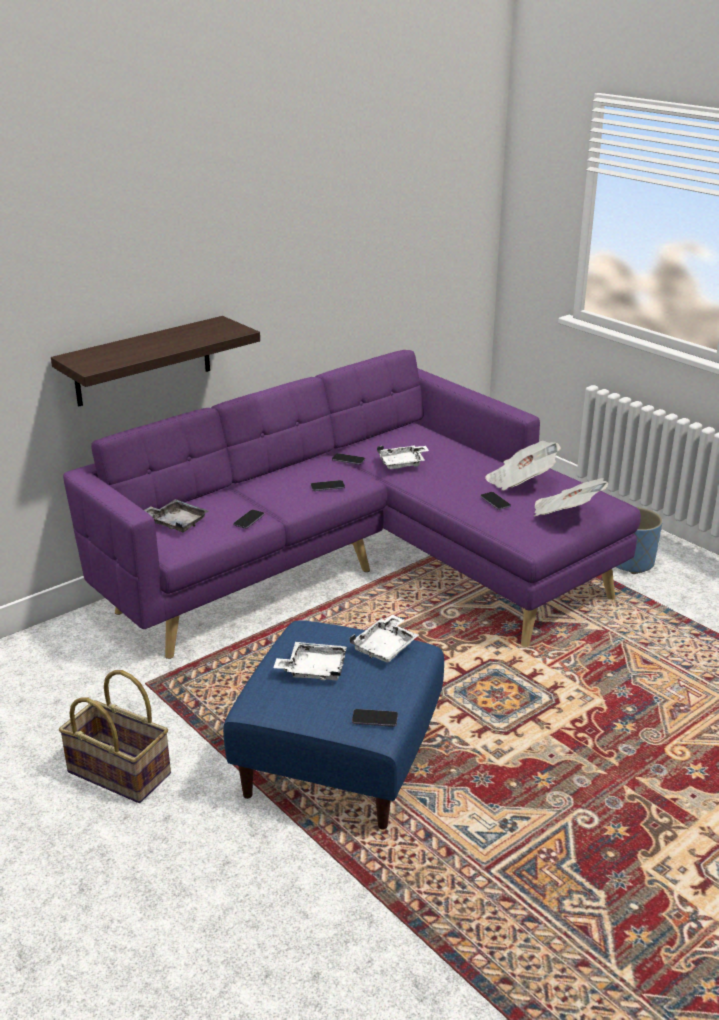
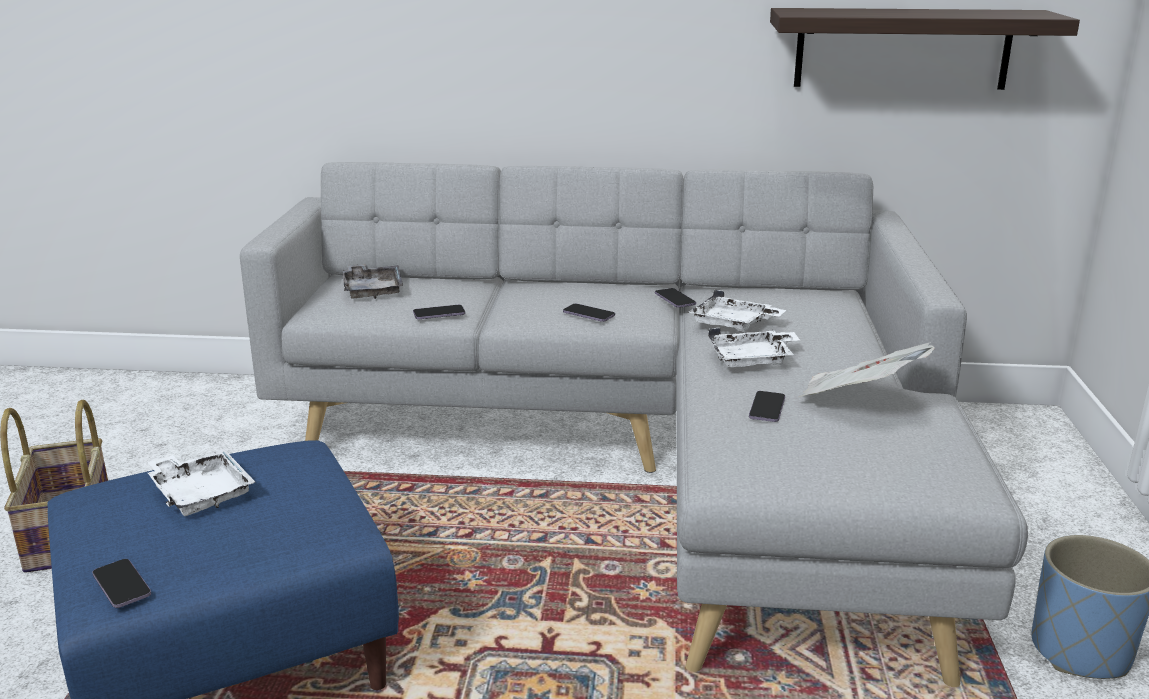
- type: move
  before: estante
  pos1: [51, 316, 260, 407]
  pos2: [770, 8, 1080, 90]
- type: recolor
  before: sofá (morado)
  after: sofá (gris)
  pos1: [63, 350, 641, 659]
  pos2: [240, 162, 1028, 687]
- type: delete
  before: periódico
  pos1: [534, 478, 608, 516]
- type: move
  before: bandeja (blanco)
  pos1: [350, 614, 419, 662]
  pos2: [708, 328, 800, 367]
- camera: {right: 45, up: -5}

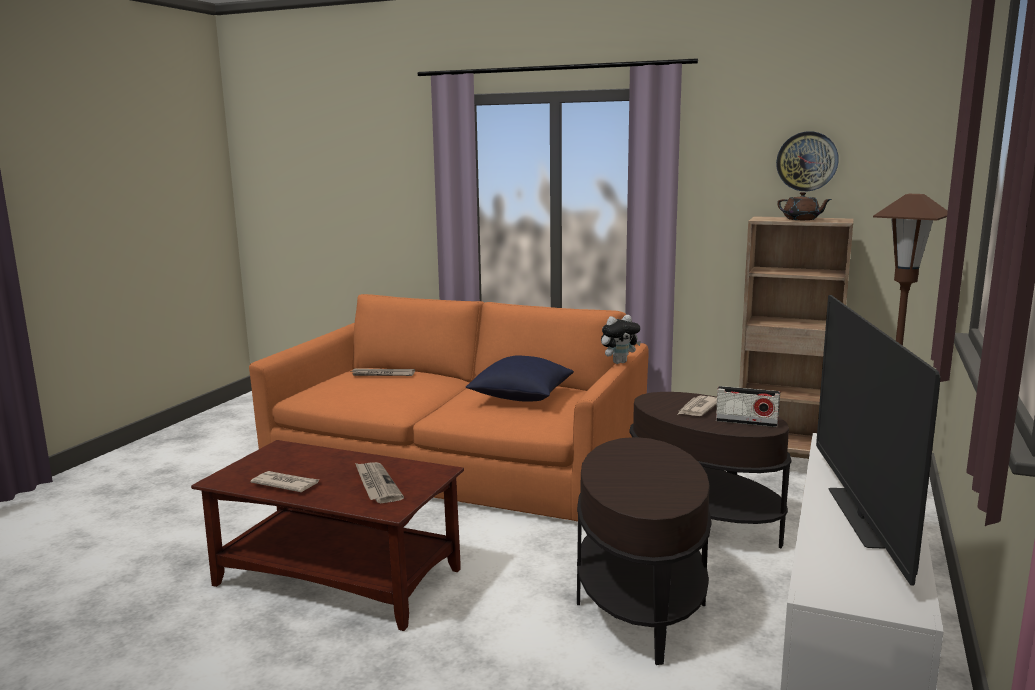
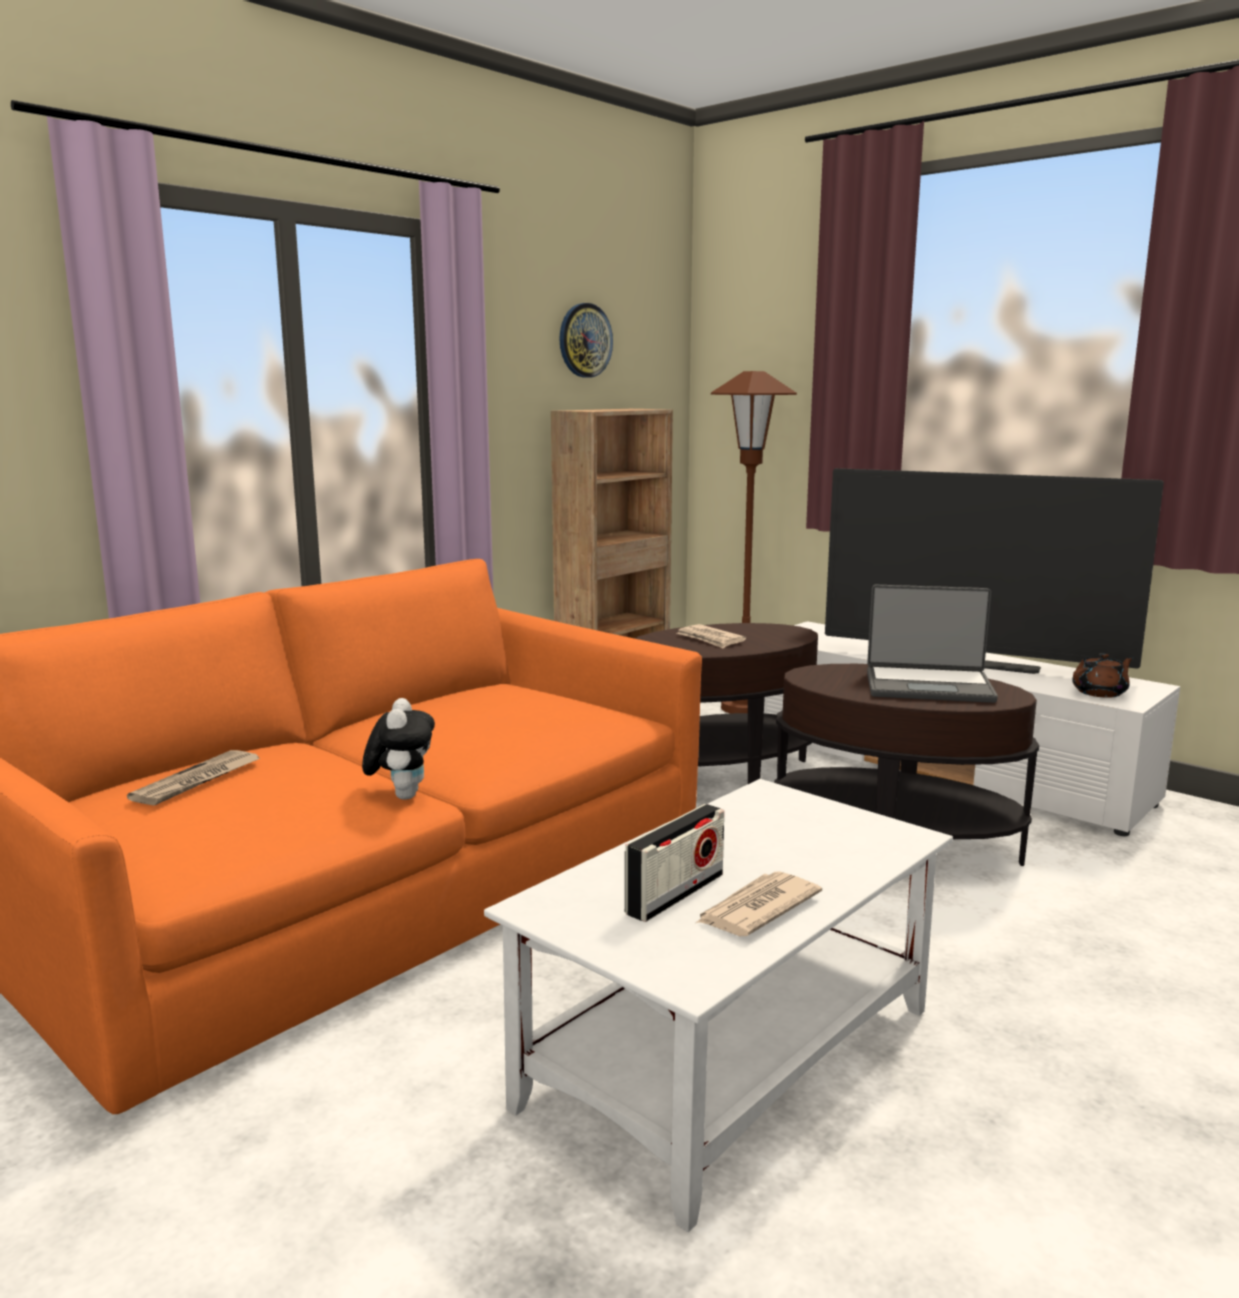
- type: move
  before: tetera (marrón)
  pos1: [777, 192, 832, 220]
  pos2: [1072, 653, 1134, 698]
- type: move
  before: peluche
  pos1: [601, 315, 641, 364]
  pos2: [362, 698, 435, 800]
- type: delete
  before: cojín (azul)
  pos1: [466, 356, 574, 402]
- type: move
  before: radio
  pos1: [716, 386, 780, 427]
  pos2: [625, 804, 724, 922]
- type: recolor
  before: mesa de centro (marrón)
  after: mesa de centro (blanco)
  pos1: [191, 440, 464, 631]
  pos2: [484, 779, 953, 1232]
- type: delete
  before: periódico
  pos1: [355, 462, 404, 503]
- type: insert
  after: portátil
  pos2: [867, 585, 998, 703]
- camera: {right: -70, up: 0}

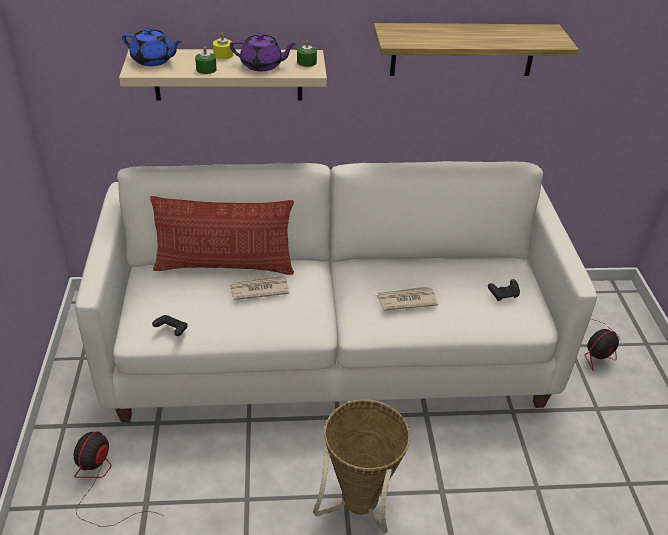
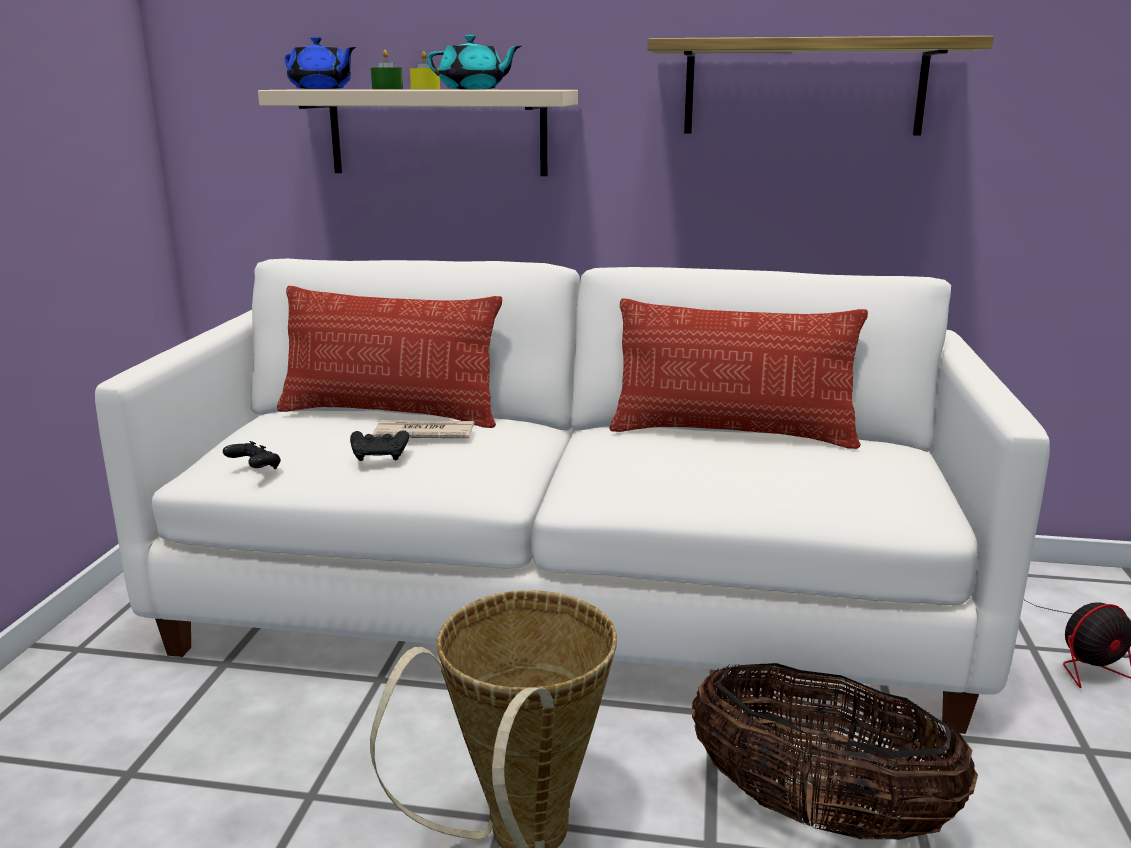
- type: recolor
  before: tetera (morado)
  after: tetera (turquesa)
  pos1: [230, 33, 297, 71]
  pos2: [427, 35, 521, 89]
- type: delete
  before: vela (verde)
  pos1: [297, 40, 317, 67]
- type: move
  before: mando de consola (negro)
  pos1: [488, 279, 520, 301]
  pos2: [350, 430, 409, 461]
- type: delete
  before: periódico
  pos1: [376, 286, 438, 310]
- type: delete
  before: ventilador
  pos1: [74, 431, 161, 527]
- type: insert
  after: cojín
  pos2: [609, 298, 868, 449]
- type: insert
  after: cesta
  pos2: [691, 663, 978, 840]
- camera: {right: 15, up: -20}

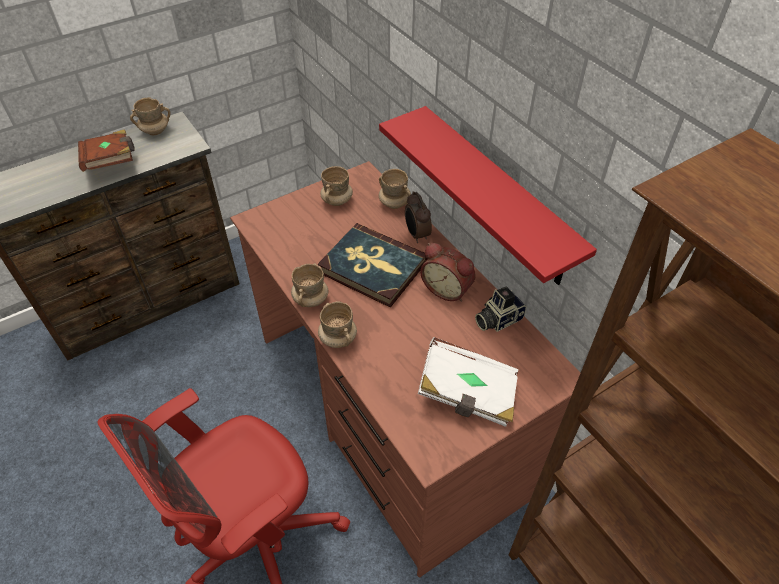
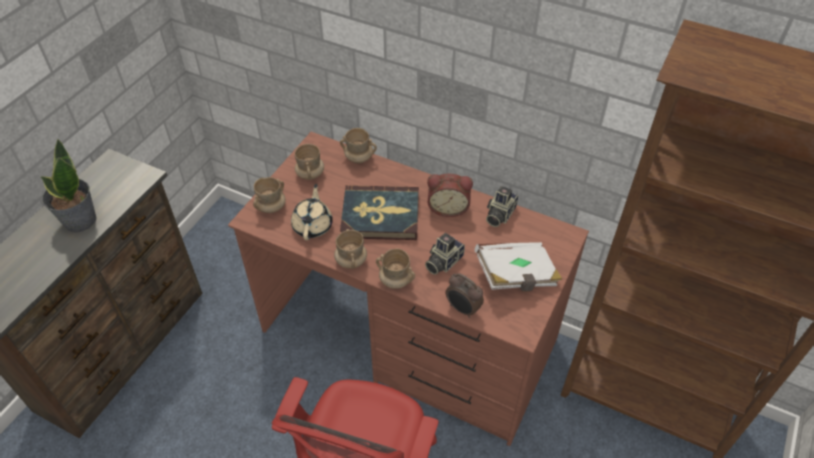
- type: move
  before: taza grande (beis)
  pos1: [130, 97, 170, 135]
  pos2: [253, 177, 286, 213]
- type: delete
  before: estante (rojo)
  pos1: [379, 106, 597, 285]
- type: replace
  before: libro (marrón)
  after: planta en maceta
  pos1: [78, 130, 135, 172]
  pos2: [40, 139, 97, 232]
- type: move
  before: despertador
  pos1: [405, 191, 432, 243]
  pos2: [446, 273, 484, 318]
- type: insert
  after: tetera (beis)
  pos2: [291, 184, 333, 240]
- type: insert
  after: cámara
  pos2: [425, 233, 465, 275]
- camera: {right: -30, up: 0}

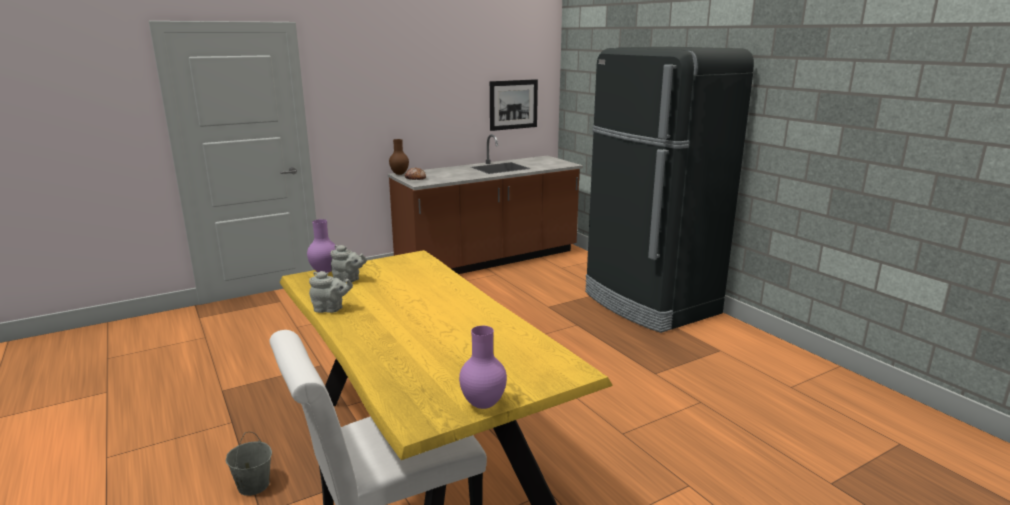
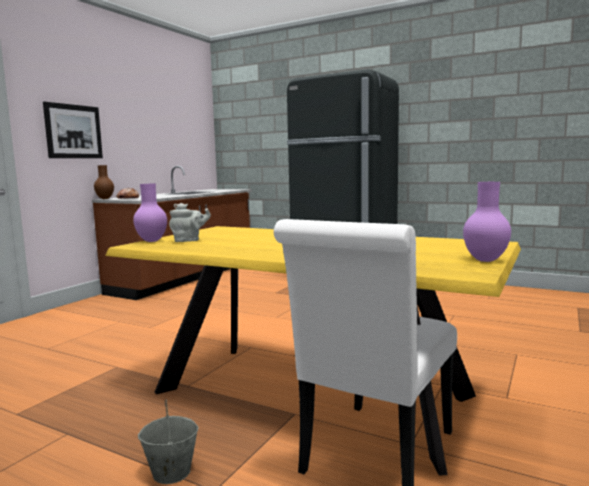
- type: move
  before: cuadro
  pos1: [490, 79, 538, 131]
  pos2: [43, 101, 103, 158]
- type: delete
  before: tetera (gris)
  pos1: [309, 271, 353, 313]
- camera: {right: -30, up: -10}

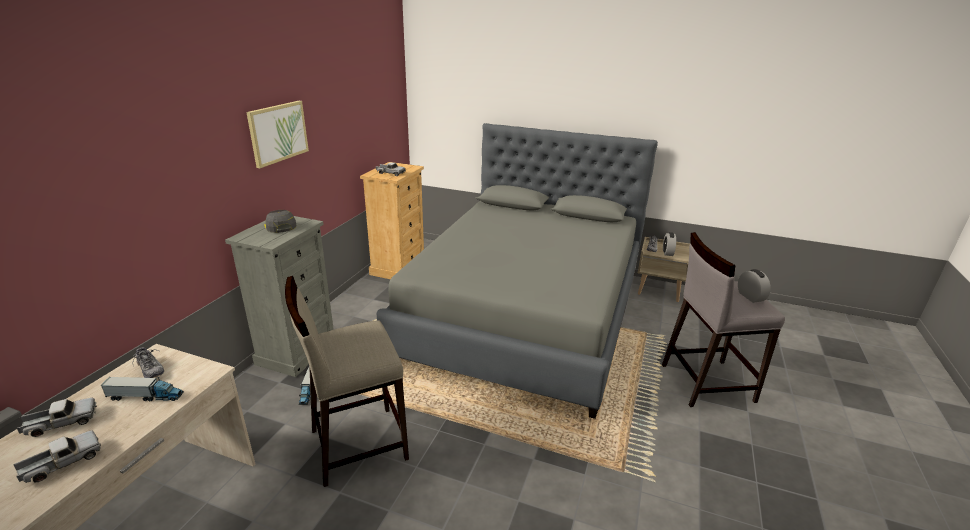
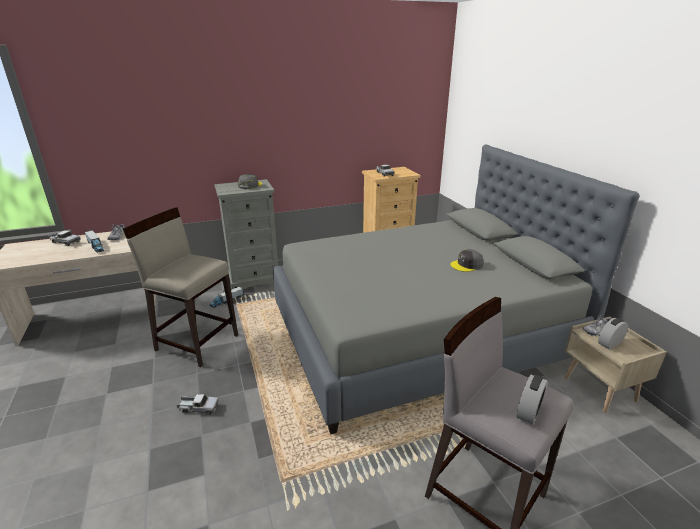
- type: delete
  before: cuadro
  pos1: [246, 101, 309, 168]
- type: move
  before: camión de juguete
  pos1: [14, 430, 101, 483]
  pos2: [177, 394, 219, 415]
- type: insert
  after: gorra (gris)
  pos2: [450, 249, 484, 272]
- camera: {right: 50, up: 0}

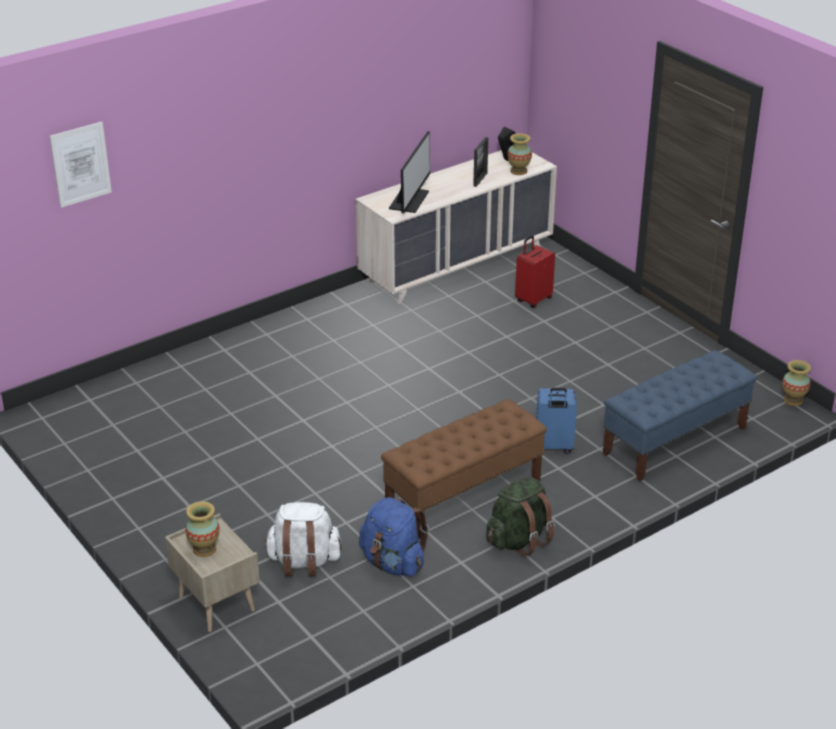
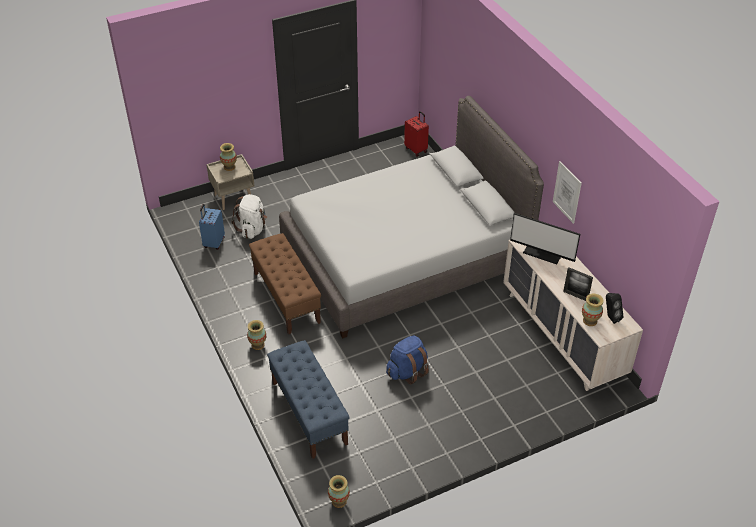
- type: move
  before: cuadro
  pos1: [50, 122, 112, 208]
  pos2: [553, 161, 582, 224]
- type: move
  before: maleta (rojo)
  pos1: [515, 236, 555, 308]
  pos2: [404, 111, 429, 157]
- type: move
  before: maleta (azul)
  pos1: [536, 388, 577, 454]
  pos2: [199, 204, 225, 250]
- type: delete
  before: mochila (verde)
  pos1: [486, 478, 555, 557]
- type: move
  before: mochila (azul)
  pos1: [359, 497, 429, 577]
  pos2: [386, 335, 429, 385]
- type: insert
  after: cama (gris)
  pos2: [279, 96, 544, 338]
- type: insert
  after: florero
  pos2: [247, 320, 266, 350]
- camera: {right: 100, up: 10}

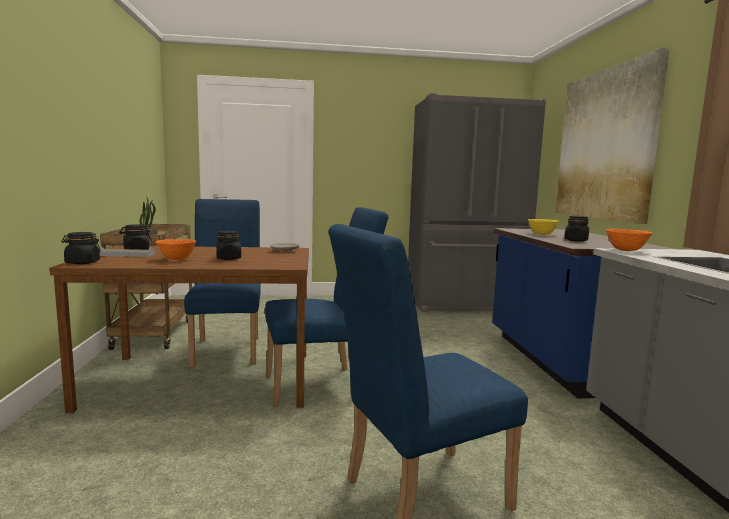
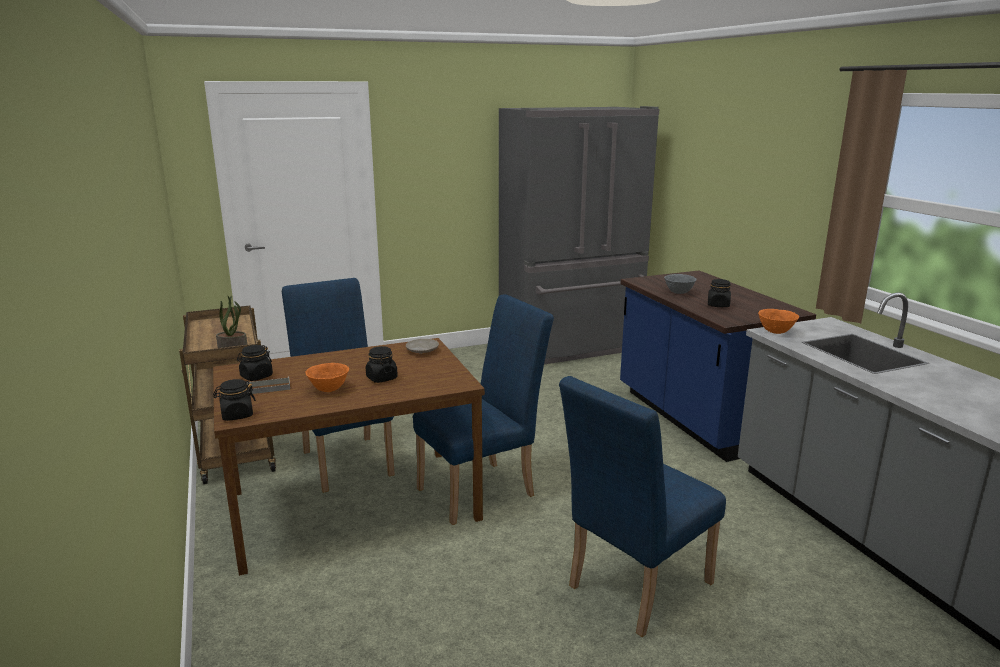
- type: delete
  before: cuadro
  pos1: [555, 48, 670, 224]
- type: recolor
  before: cuenco (amarillo)
  after: cuenco (gris)
  pos1: [528, 219, 559, 235]
  pos2: [664, 274, 697, 294]
- camera: {right: -15, up: 10}

